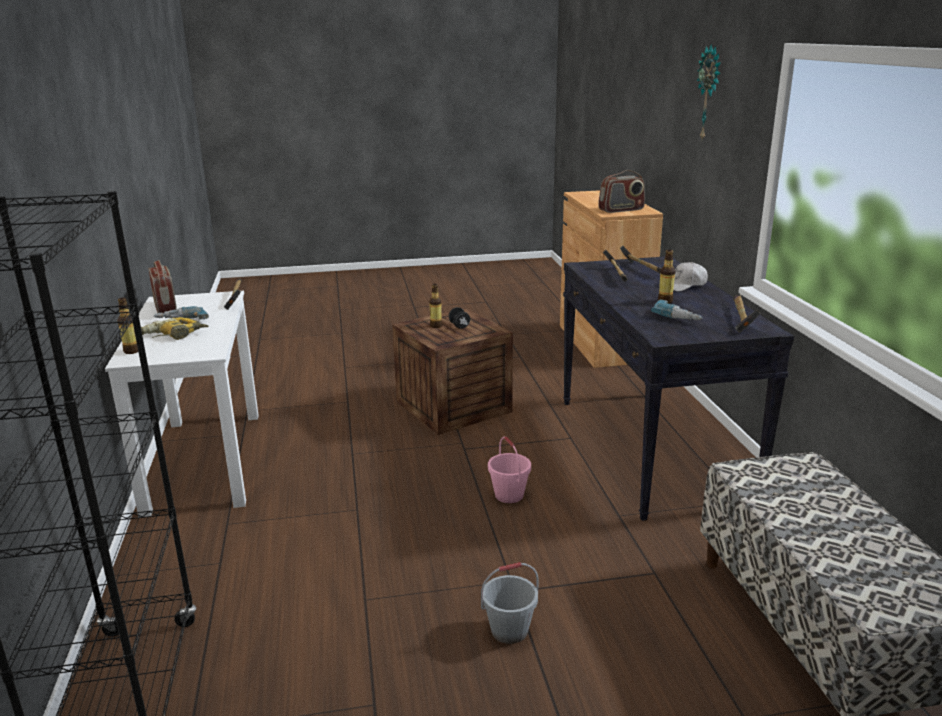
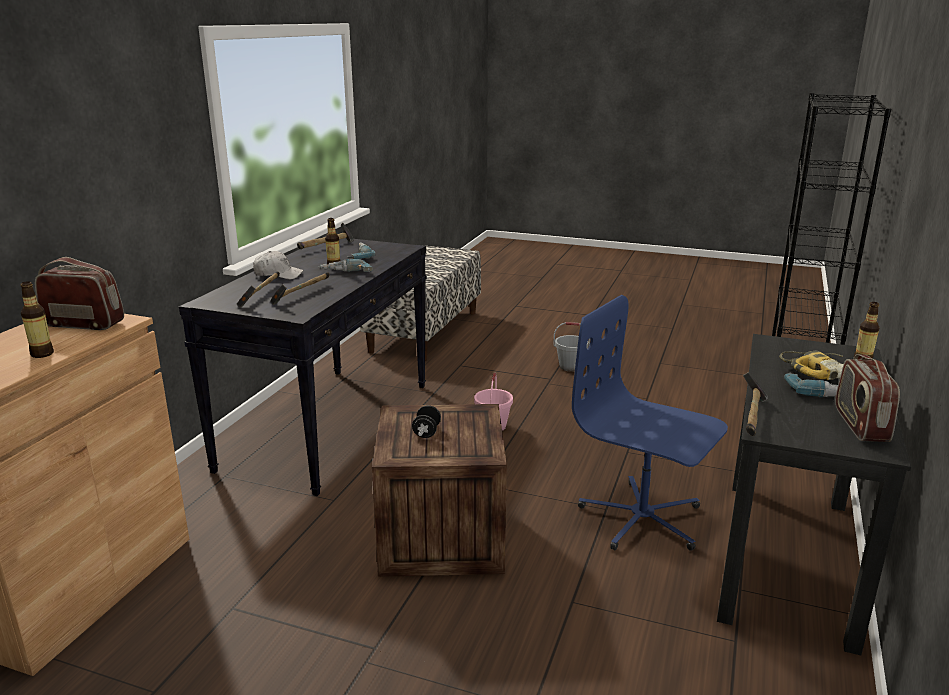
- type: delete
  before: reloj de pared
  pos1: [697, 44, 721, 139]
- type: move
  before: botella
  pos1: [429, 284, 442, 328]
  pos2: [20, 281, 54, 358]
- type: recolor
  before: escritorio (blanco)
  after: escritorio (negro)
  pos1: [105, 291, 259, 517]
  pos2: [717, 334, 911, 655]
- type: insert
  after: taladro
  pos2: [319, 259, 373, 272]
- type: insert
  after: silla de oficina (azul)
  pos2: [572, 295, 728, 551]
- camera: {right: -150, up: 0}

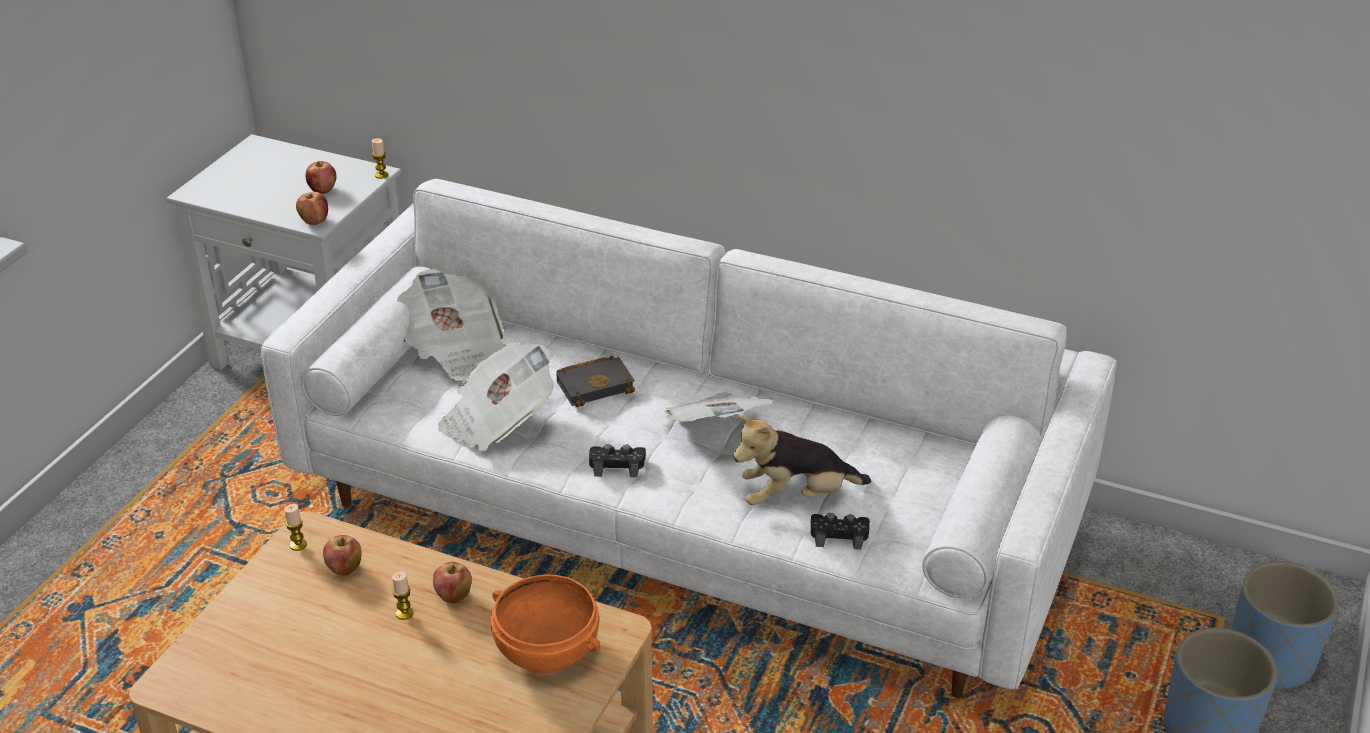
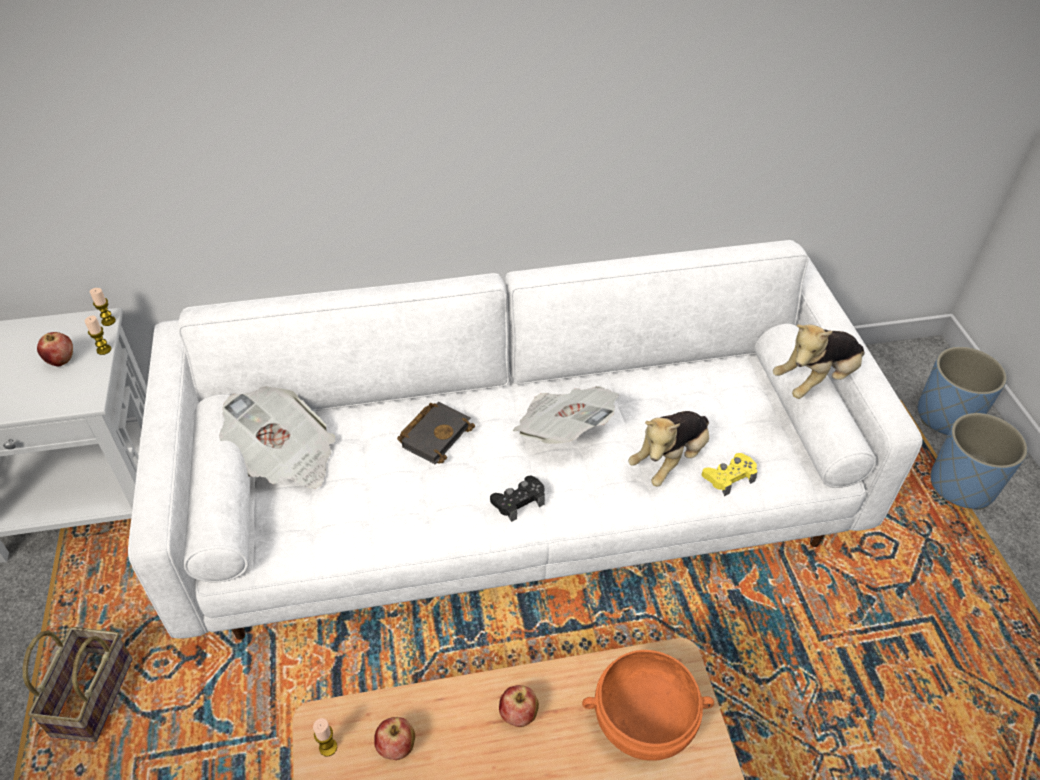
- type: delete
  before: manzana
  pos1: [296, 192, 328, 225]
- type: delete
  before: periódico
  pos1: [438, 342, 554, 451]
- type: recolor
  before: mando de consola (negro)
  after: mando de consola (amarillo)
  pos1: [810, 513, 870, 550]
  pos2: [702, 453, 758, 496]
- type: move
  before: vela
  pos1: [392, 572, 414, 620]
  pos2: [85, 316, 111, 355]
- type: insert
  after: peluche
  pos2: [773, 324, 864, 399]
- type: insert
  after: cesta
  pos2: [23, 627, 133, 742]
- camera: {right: -35, up: 10}

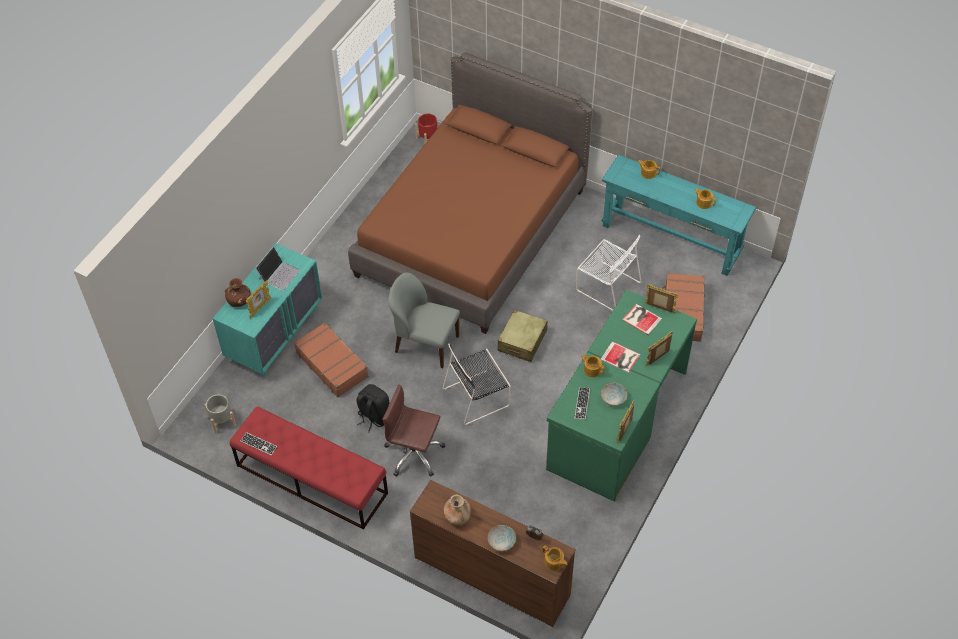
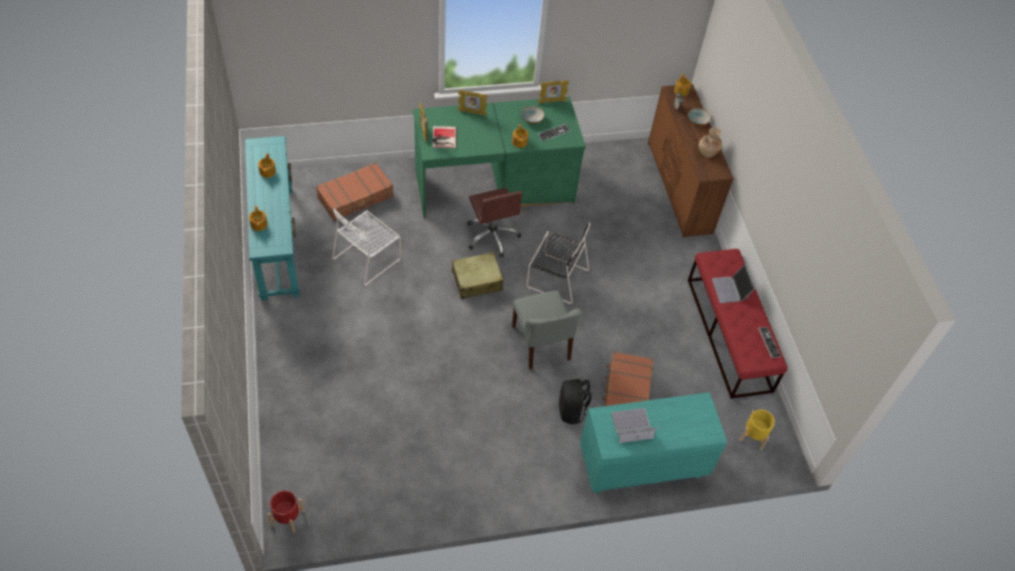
- type: delete
  before: cama (marrón)
  pos1: [348, 52, 592, 334]
- type: rotate
  before: silla (blanco)
  pos1: [576, 235, 642, 311]
  pos2: [332, 209, 401, 286]
  turn: -135
- type: delete
  before: florero (marrón)
  pos1: [225, 278, 251, 307]
- type: delete
  before: portarretratos
  pos1: [246, 280, 271, 318]
- type: delete
  before: libro
  pos1: [600, 341, 640, 373]
- type: move
  before: mochila (negro)
  pos1: [356, 384, 390, 433]
  pos2: [559, 379, 591, 424]
- type: move
  before: silla de oficina (marrón)
  pos1: [382, 384, 445, 477]
  pos2: [468, 188, 522, 258]
- type: recolor
  before: maceta (gris)
  after: maceta (amarillo)
  pos1: [205, 394, 236, 434]
  pos2: [740, 410, 775, 450]
- type: insert
  after: portátil
  pos2: [712, 264, 755, 303]
- camera: {right: -135, up: 0}

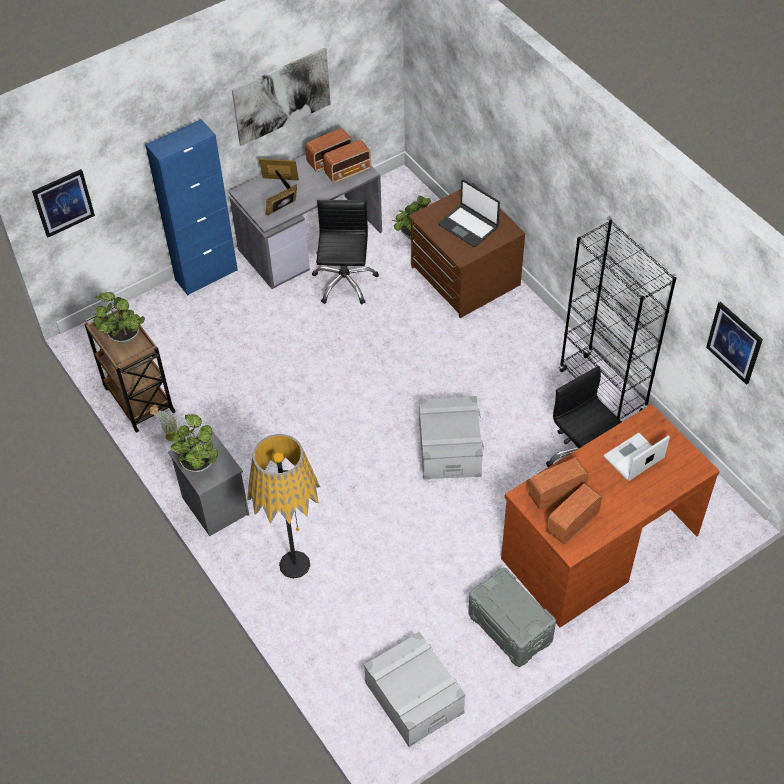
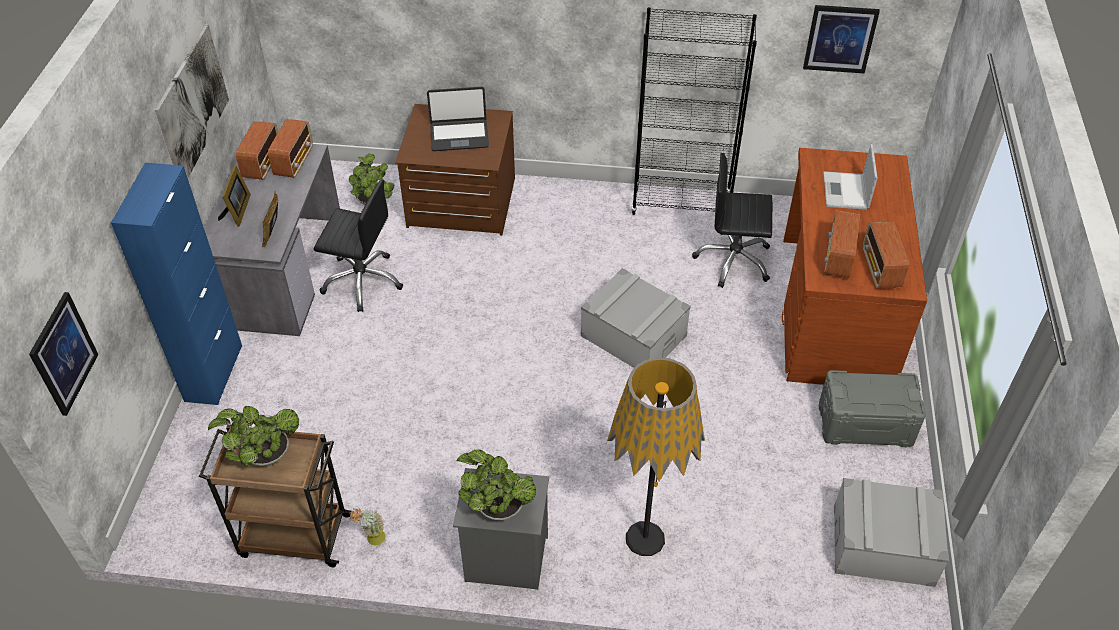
- type: rotate
  before: portarretratos
  pos1: [259, 158, 299, 189]
  pos2: [218, 165, 251, 227]
  turn: 135
- type: rotate
  before: silla de oficina (negro)
  pos1: [312, 200, 379, 304]
  pos2: [314, 180, 403, 312]
  turn: 150
- camera: {right: -50, up: -5}

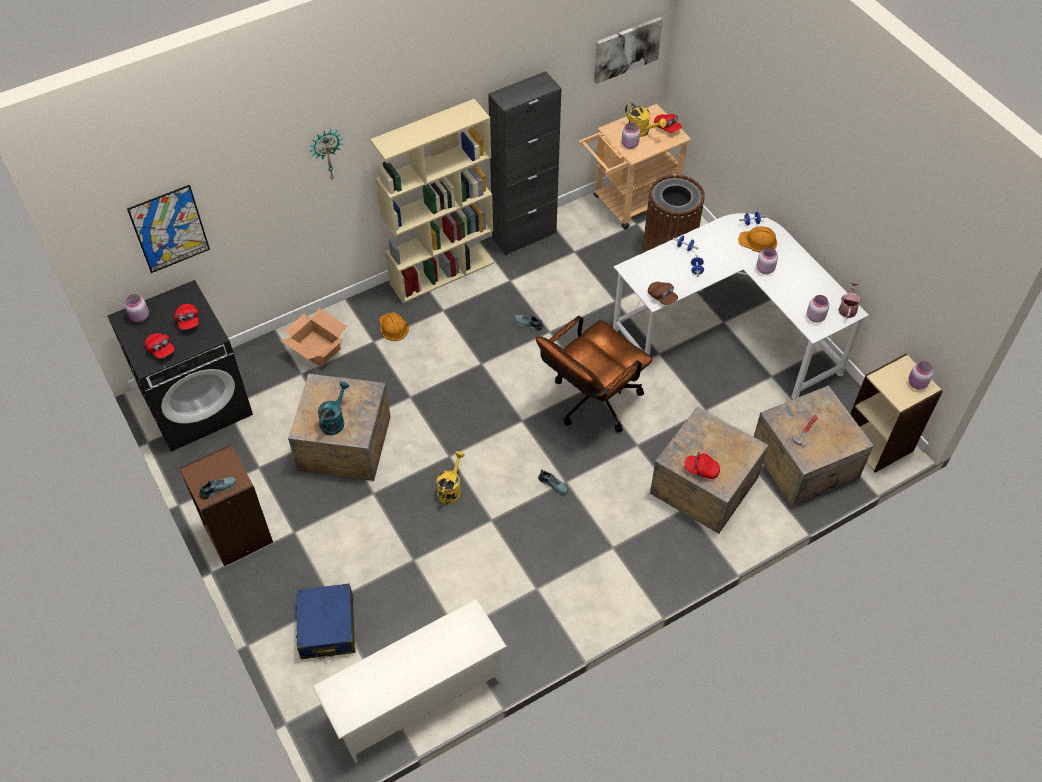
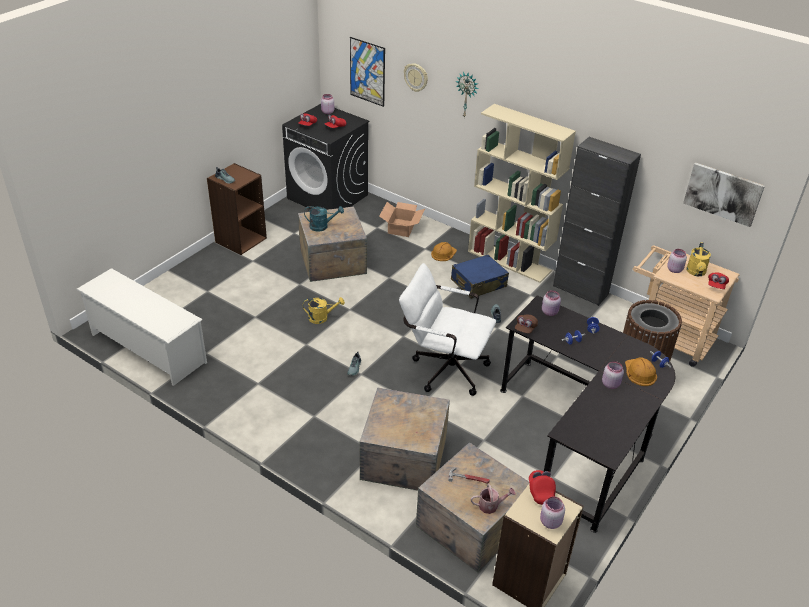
- type: recolor
  before: escritorio (blanco)
  after: escritorio (negro)
  pos1: [613, 213, 869, 399]
  pos2: [500, 295, 675, 533]
- type: move
  before: regadera
  pos1: [839, 282, 861, 319]
  pos2: [471, 484, 516, 514]
- type: move
  before: tarro (rosa)
  pos1: [807, 295, 829, 322]
  pos2: [542, 290, 561, 316]
- type: recolor
  before: silla de oficina (marrón)
  after: silla de oficina (blanco)
  pos1: [536, 316, 652, 432]
  pos2: [399, 263, 496, 396]
- type: move
  before: gorra (rojo)
  pos1: [685, 452, 720, 479]
  pos2: [529, 470, 556, 505]
- type: move
  before: maleta (azul)
  pos1: [295, 583, 355, 659]
  pos2: [451, 254, 509, 299]
- type: insert
  after: reloj de pared
  pos2: [404, 63, 428, 92]
- camera: {right: 65, up: -15}

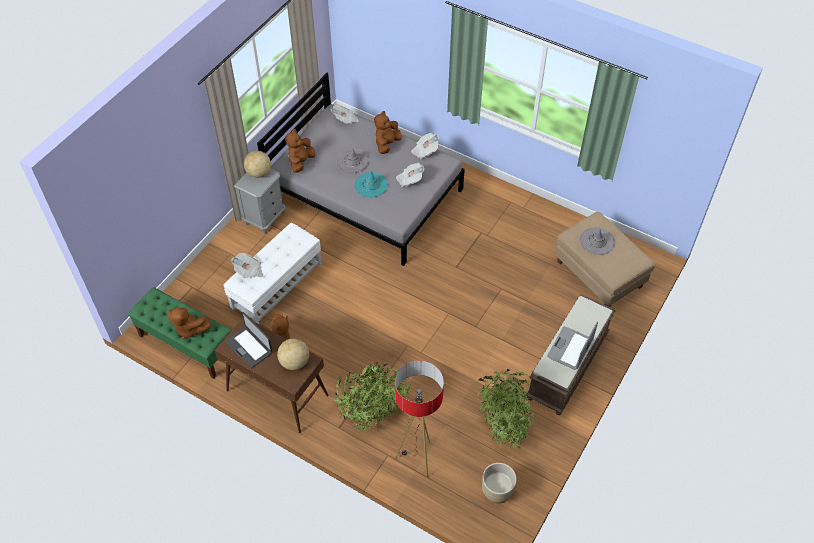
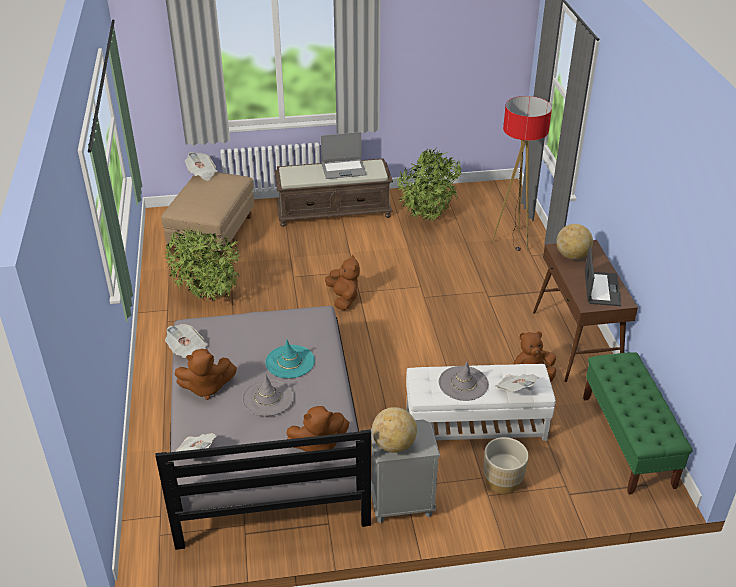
- type: move
  before: periódico
  pos1: [396, 163, 425, 187]
  pos2: [185, 152, 217, 181]
- type: move
  before: sombrero (gris)
  pos1: [580, 227, 615, 255]
  pos2: [439, 361, 489, 401]
- type: move
  before: peluche (marrón)
  pos1: [167, 307, 211, 339]
  pos2: [325, 255, 360, 310]
- type: move
  before: planta en maceta
  pos1: [334, 362, 412, 432]
  pos2: [161, 227, 241, 301]
- type: move
  before: maceta (beis)
  pos1: [482, 463, 516, 504]
  pos2: [483, 437, 529, 494]
- camera: {right: -130, up: -15}

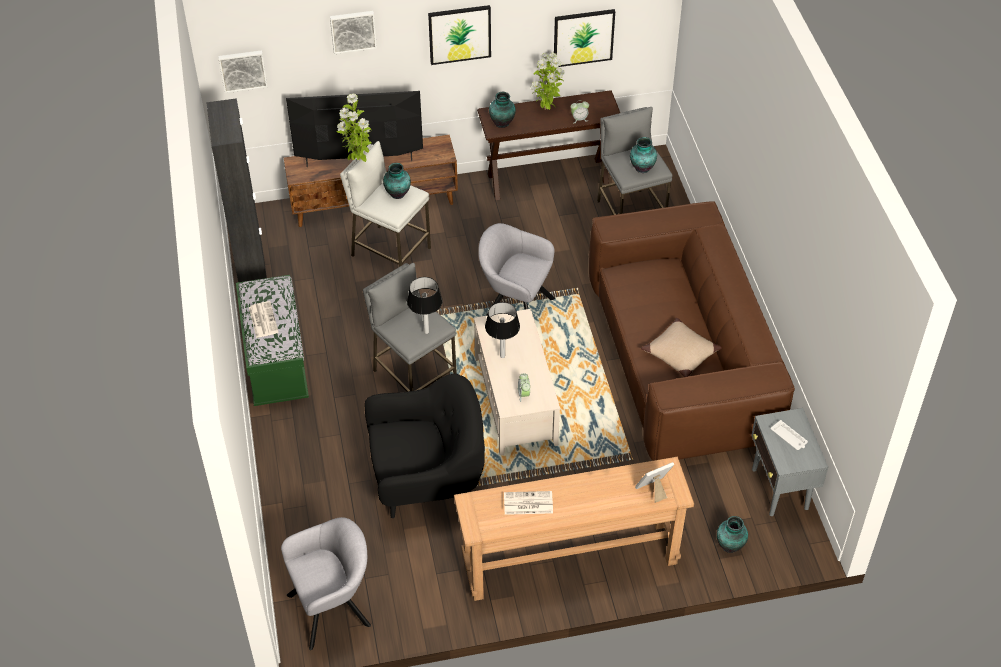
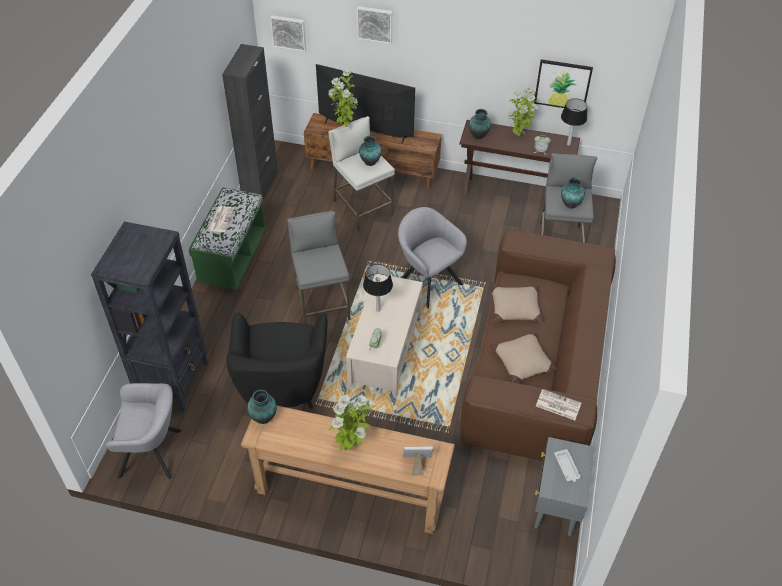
- type: delete
  before: cuadro
  pos1: [428, 5, 491, 65]
- type: move
  before: lámpara de mesa
  pos1: [407, 277, 442, 334]
  pos2: [561, 98, 587, 146]
- type: rotate
  before: sillón (negro)
  pos1: [365, 374, 485, 518]
  pos2: [226, 313, 328, 409]
  turn: 75
- type: move
  before: periódico
  pos1: [504, 491, 553, 515]
  pos2: [536, 389, 582, 420]
- type: move
  before: florero
  pos1: [717, 516, 748, 553]
  pos2: [247, 390, 277, 424]
- type: insert
  after: estantería (negro)
  pos2: [91, 221, 208, 413]
- type: insert
  after: cojín (beis)
  pos2: [491, 285, 543, 322]
- type: insert
  after: planta en maceta
  pos2: [329, 395, 373, 451]
- camera: {right: 25, up: 0}

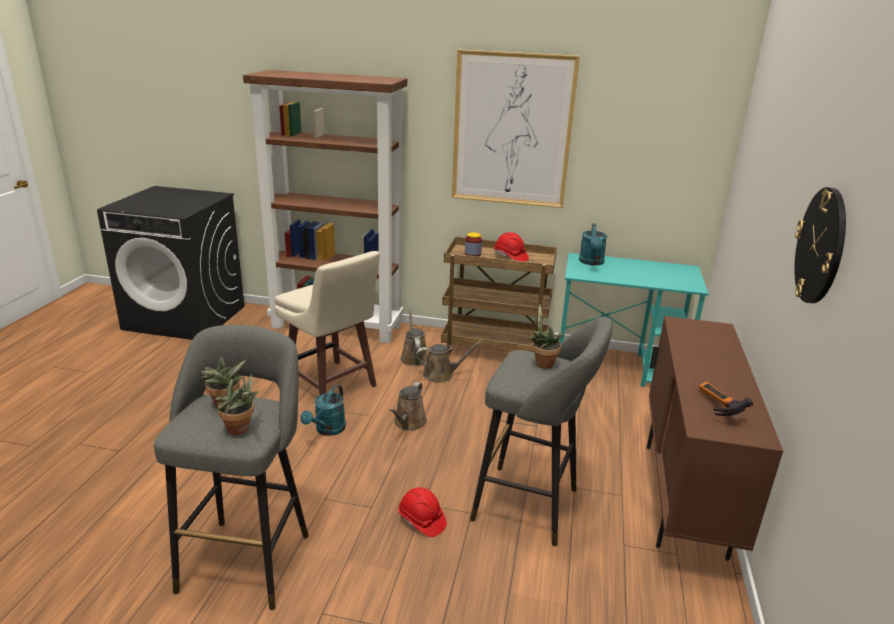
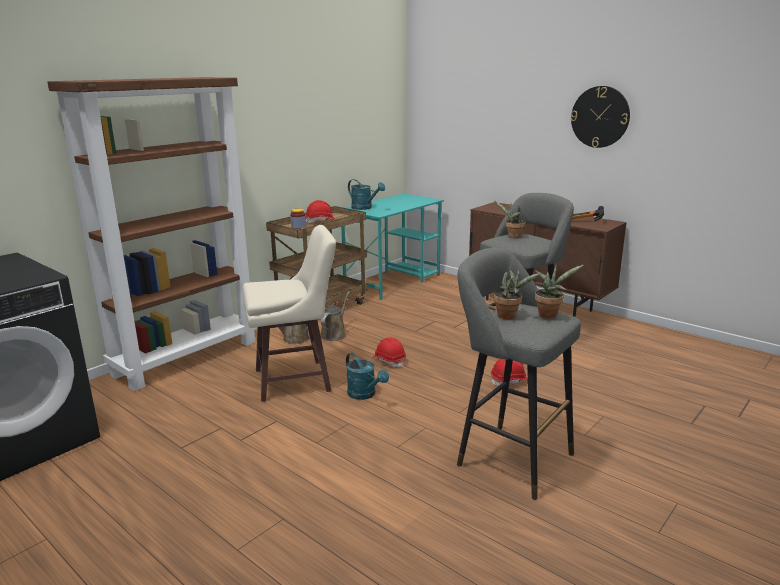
- type: delete
  before: cuadro
  pos1: [452, 49, 580, 208]
- type: replace
  before: regadera (marrón)
  after: casco (rojo)
  pos1: [389, 382, 427, 431]
  pos2: [373, 338, 406, 367]
- camera: {right: -60, up: -5}

